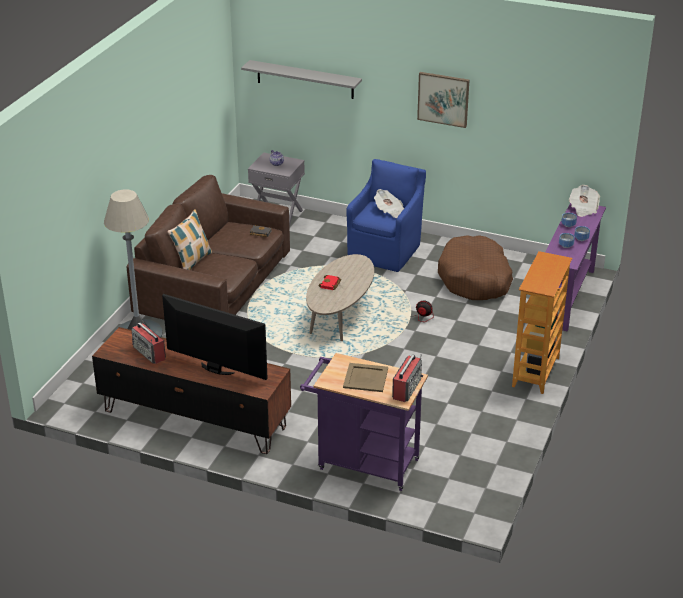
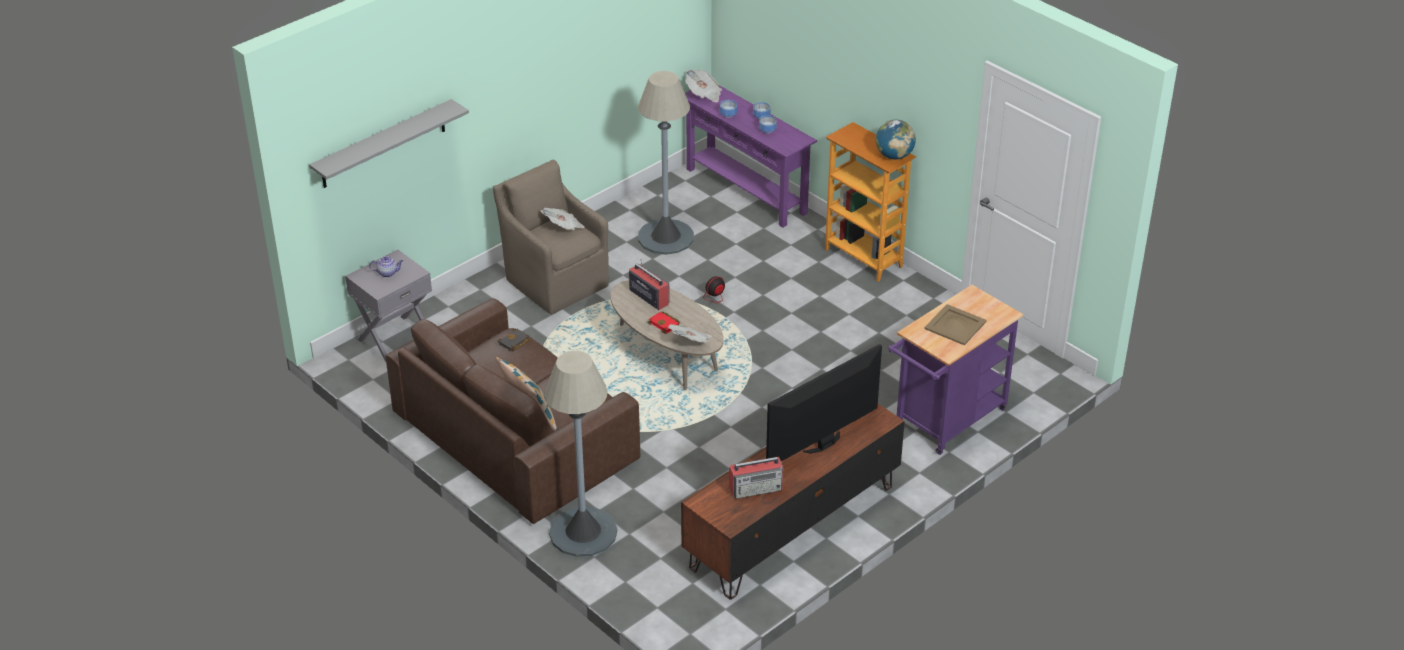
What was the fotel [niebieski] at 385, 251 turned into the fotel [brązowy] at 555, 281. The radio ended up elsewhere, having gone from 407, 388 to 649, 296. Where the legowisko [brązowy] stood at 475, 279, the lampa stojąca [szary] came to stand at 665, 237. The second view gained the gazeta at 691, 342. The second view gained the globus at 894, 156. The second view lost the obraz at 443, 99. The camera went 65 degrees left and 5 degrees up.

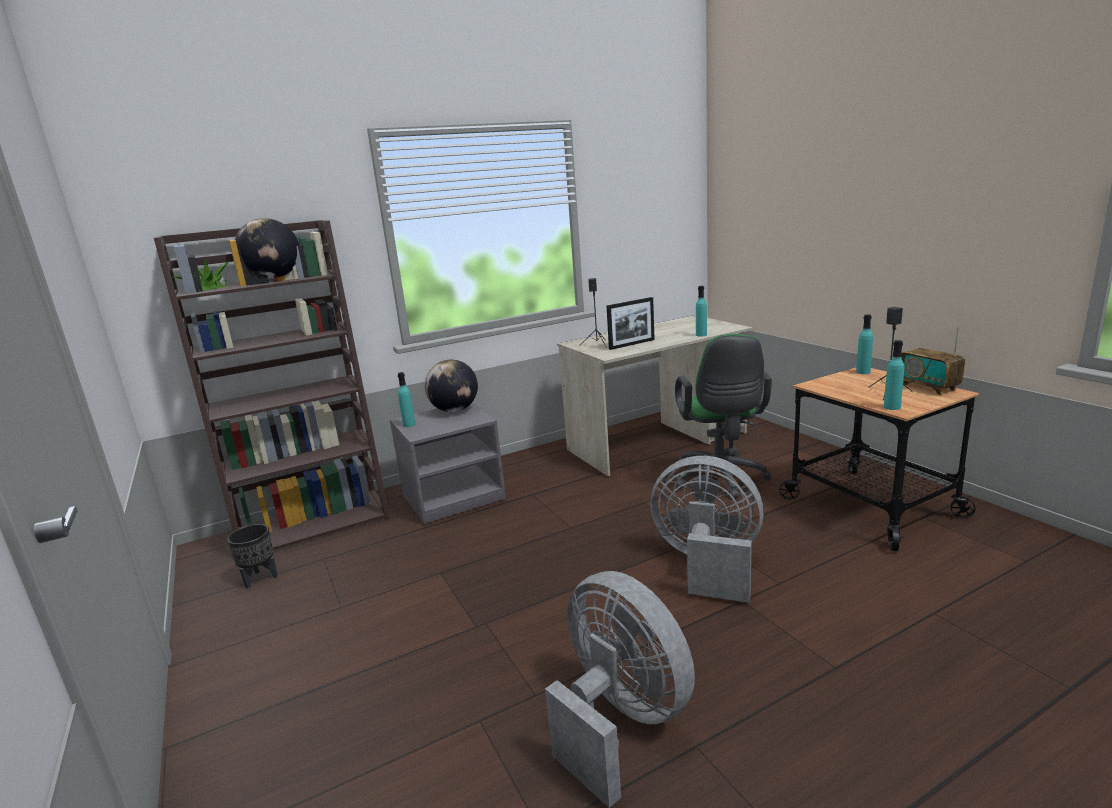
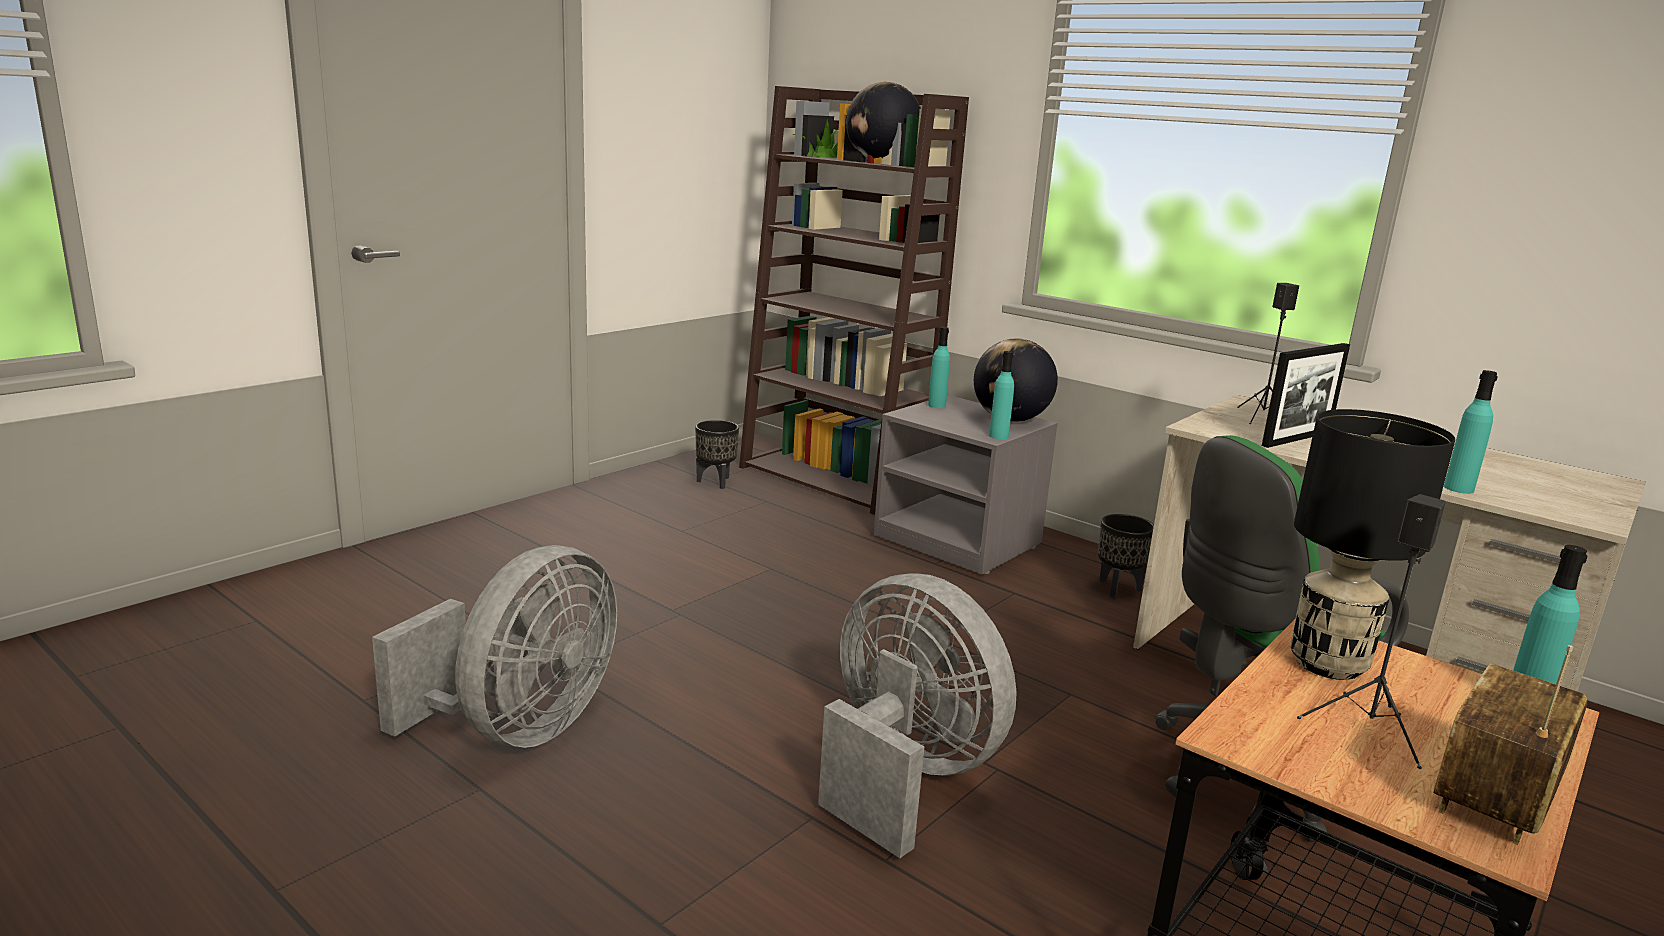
The wentylator [szary] at 707, 565 ended up facing another way, 45 degrees counterclockwise from before. The butelka [turkusowy] ended up elsewhere, having gone from 892, 407 to 998, 436. The second view gained the donica [czarny] at 1117, 589. The ramka na zdjęcie at 632, 344 ended up facing another way, 75 degrees counterclockwise from before. The second view gained the lampa stołowa [czarny] at 1327, 664. The camera went 65 degrees right and 0 degrees up.

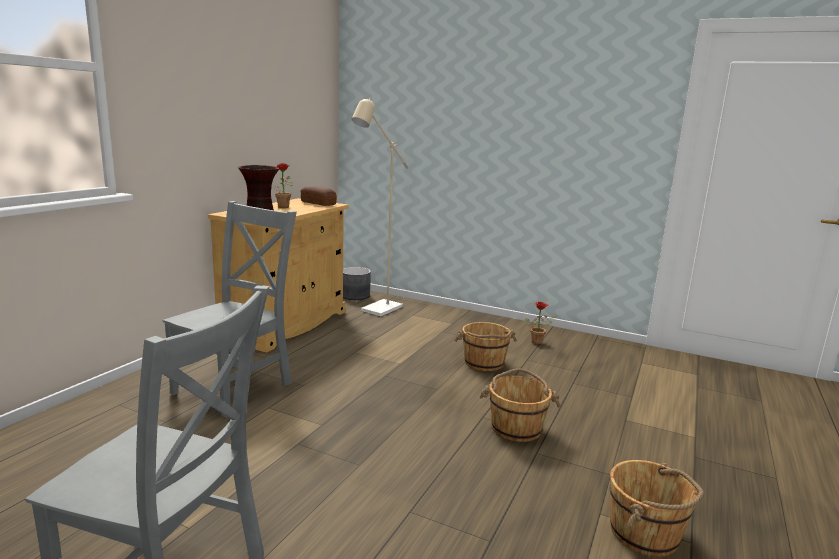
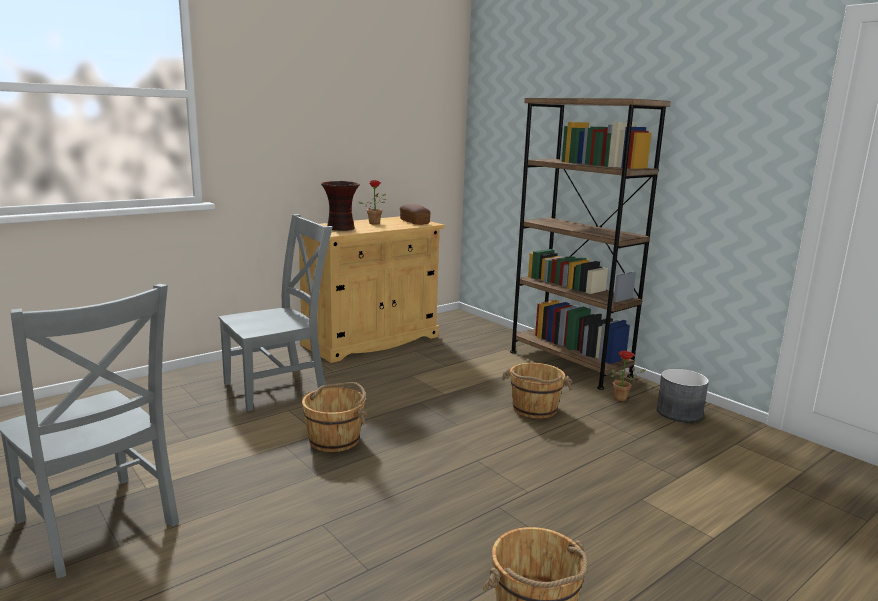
The wiadro [brązowy] ended up elsewhere, having gone from 516, 427 to 335, 439. The second view gained the regał [brązowy] at 569, 364. The donica [szary] ended up elsewhere, having gone from 355, 296 to 679, 413. The second view lost the lampa stojąca [beżowy] at 377, 311. The camera went 25 degrees right and 0 degrees up.

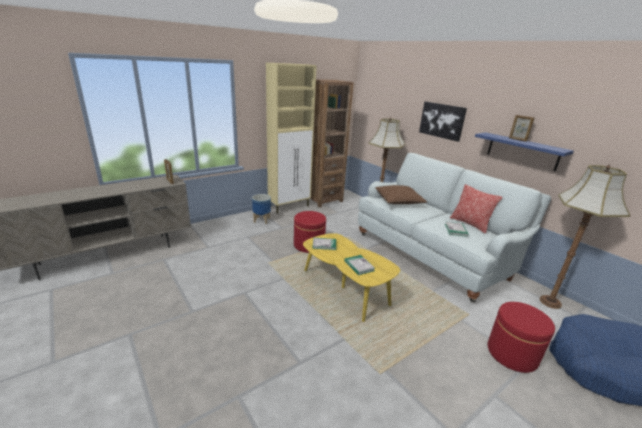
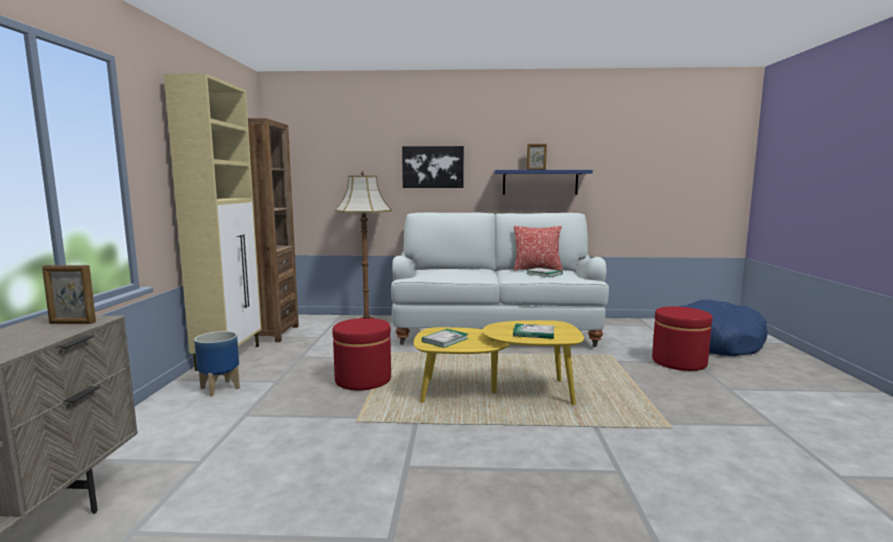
The second view lost the poduszka [brązowy] at 398, 201. The second view lost the lampa stojąca at 550, 302. The camera went 50 degrees left and 15 degrees down.

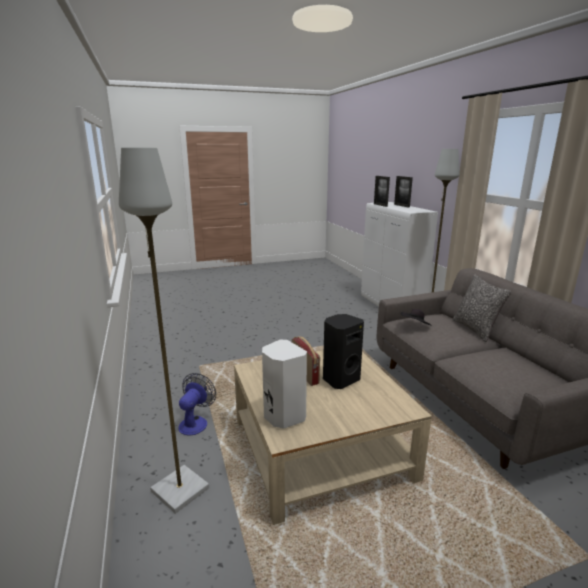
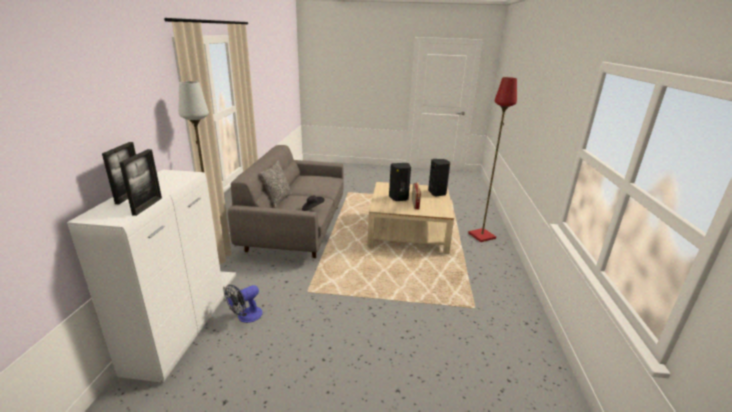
The wentylator ended up elsewhere, having gone from 195, 422 to 246, 317. What was the głośnik [biały] at 283, 417 turned into the głośnik [czarny] at 437, 193. What was the lampa stojąca [szary] at 179, 490 turned into the lampa stojąca [czerwony] at 482, 236. The camera went 155 degrees left and 5 degrees up.

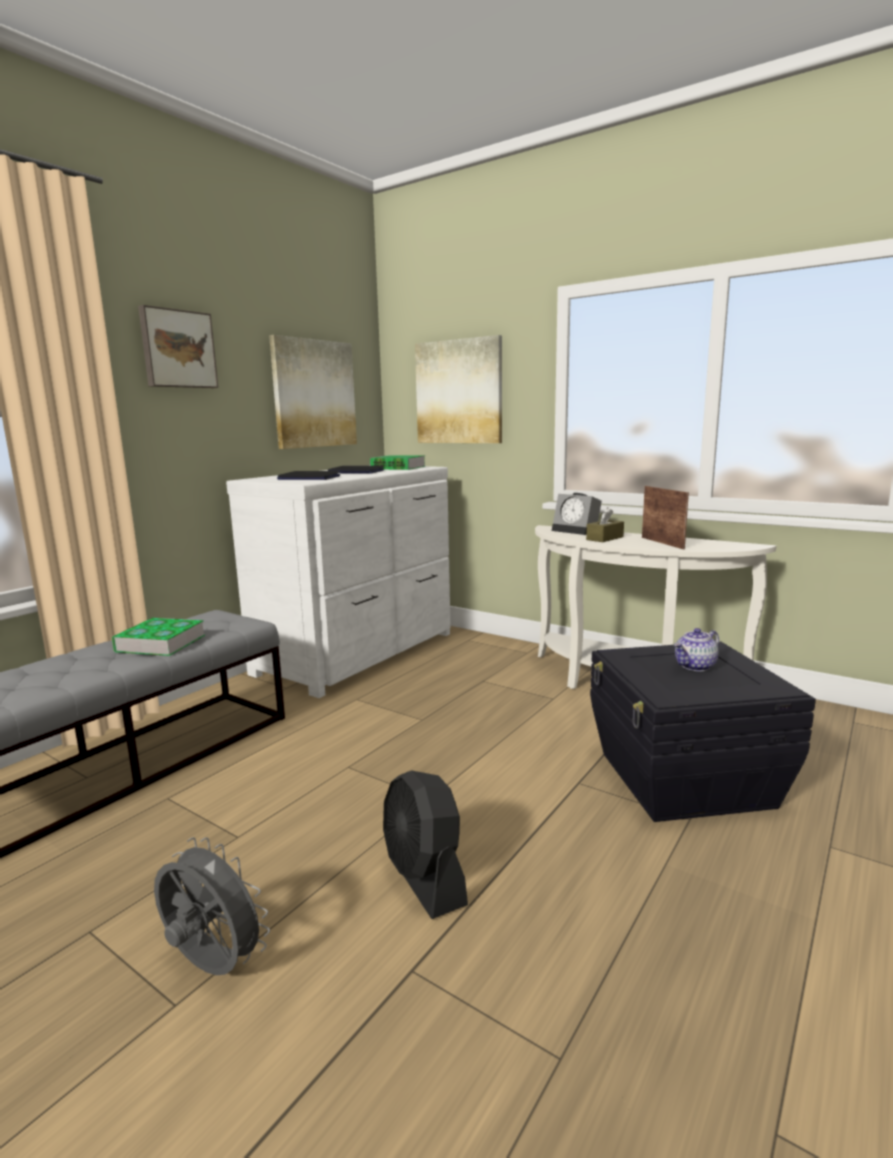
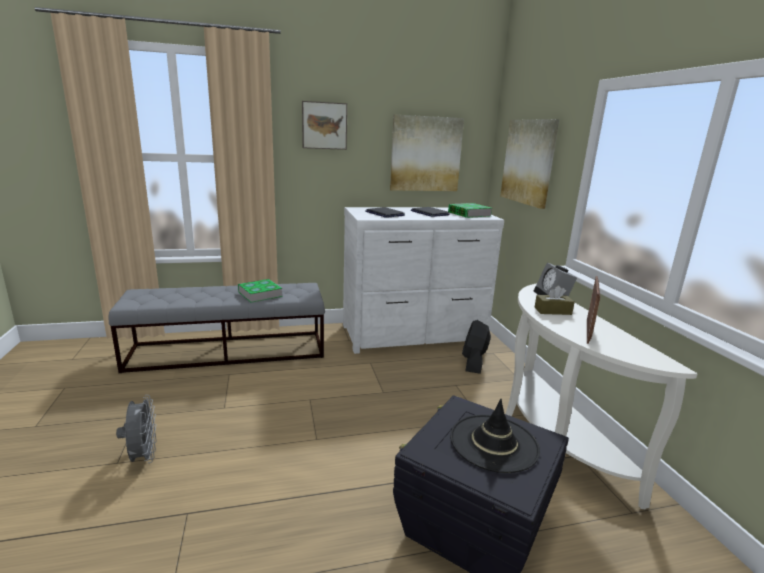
Where the imbryk stood at 695, 666, the kapelusz [czarny] came to stand at 494, 443. The wentylator [czarny] ended up elsewhere, having gone from 424, 877 to 473, 362. The camera went 40 degrees right and 5 degrees up.

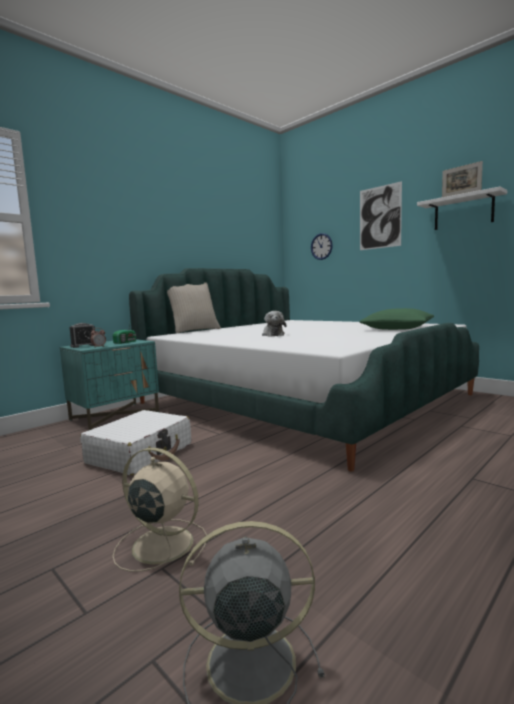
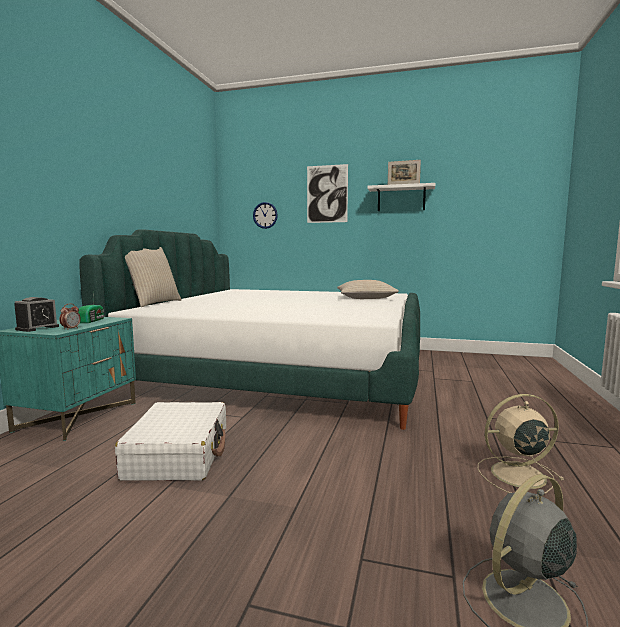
What was the poduszka [zielony] at 397, 328 turned into the poduszka [beżowy] at 366, 298. The wentylator [beżowy] ended up elsewhere, having gone from 160, 544 to 515, 475. The second view lost the pluszak at 273, 335. The camera went 30 degrees left and 0 degrees up.

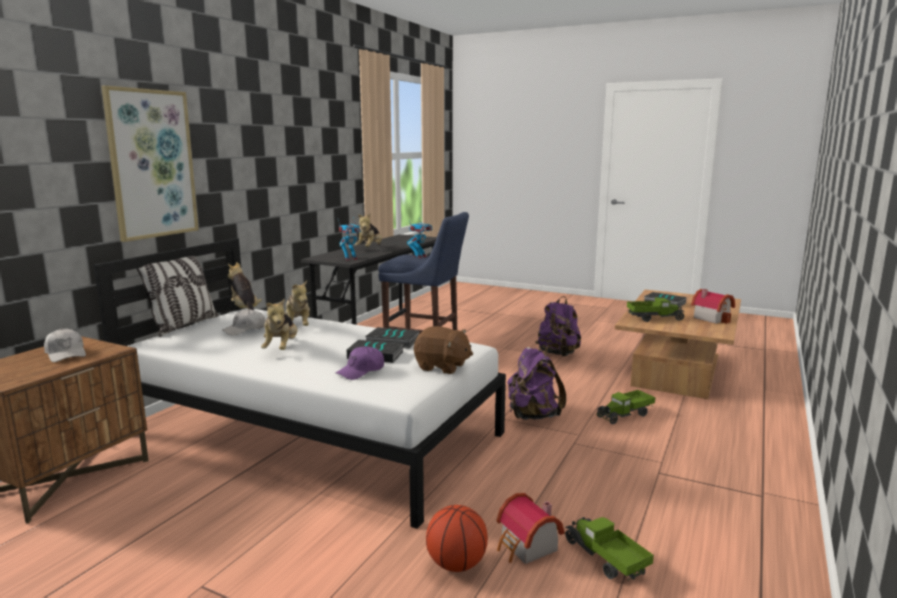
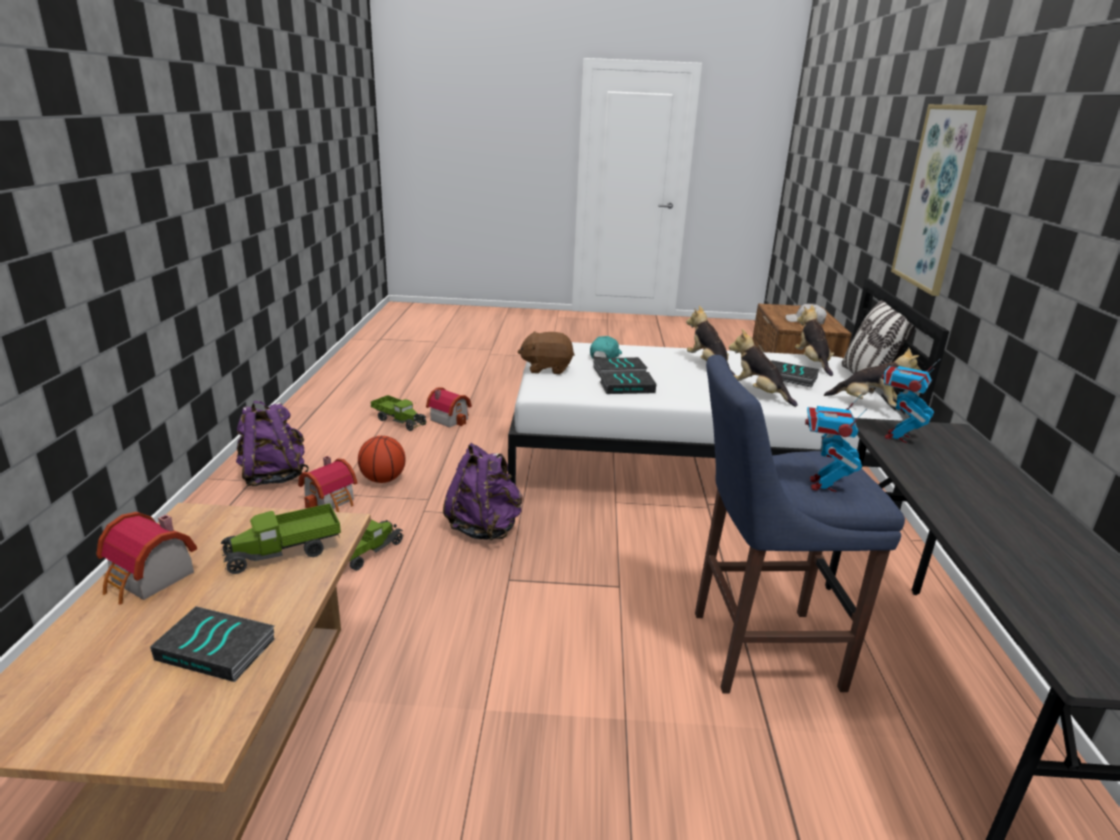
The plecak [fioletowy] ended up elsewhere, having gone from 558, 354 to 274, 477. The second view gained the domek at 332, 500. The piłka do koszykówki ended up elsewhere, having gone from 456, 564 to 383, 479. What was the czapka z daszkiem [fioletowy] at 361, 371 turned into the czapka z daszkiem [turkusowy] at 605, 355. Where the czapka z daszkiem [biały] stood at 245, 330, the książka came to stand at 789, 378. The pluszak ended up elsewhere, having gone from 370, 248 to 812, 363. The camera went 155 degrees right and 10 degrees up.

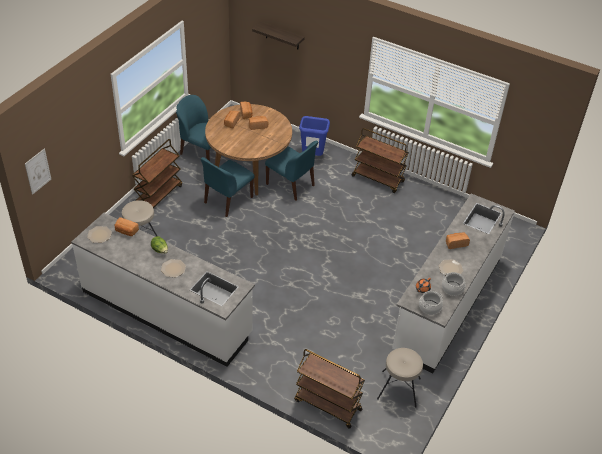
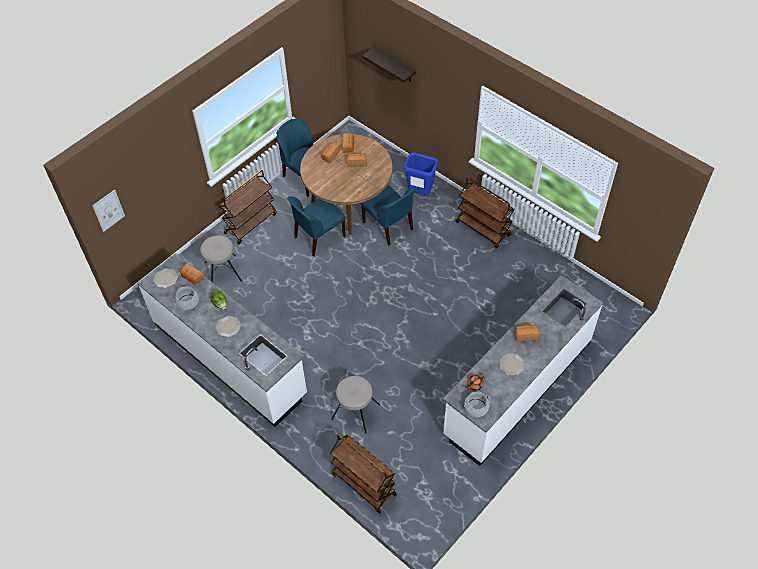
The garnek ended up elsewhere, having gone from 452, 288 to 188, 302. The stołek [beżowy] ended up elsewhere, having gone from 399, 389 to 355, 412. The camera went 15 degrees right and 10 degrees up.

